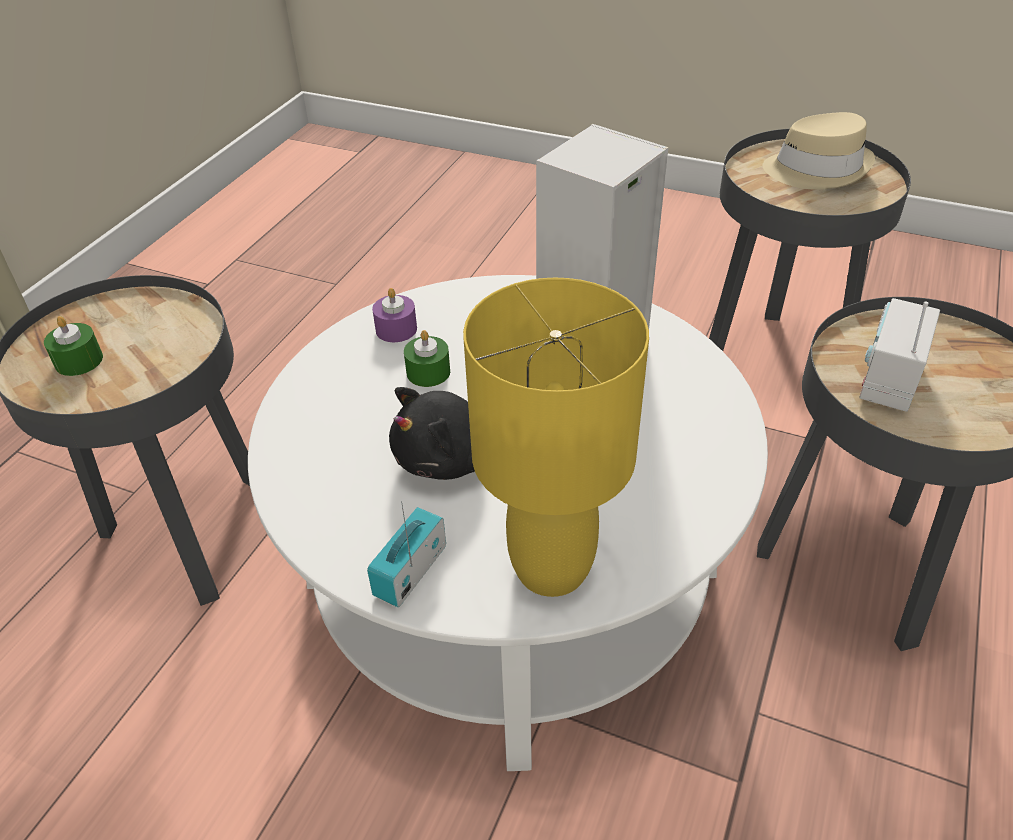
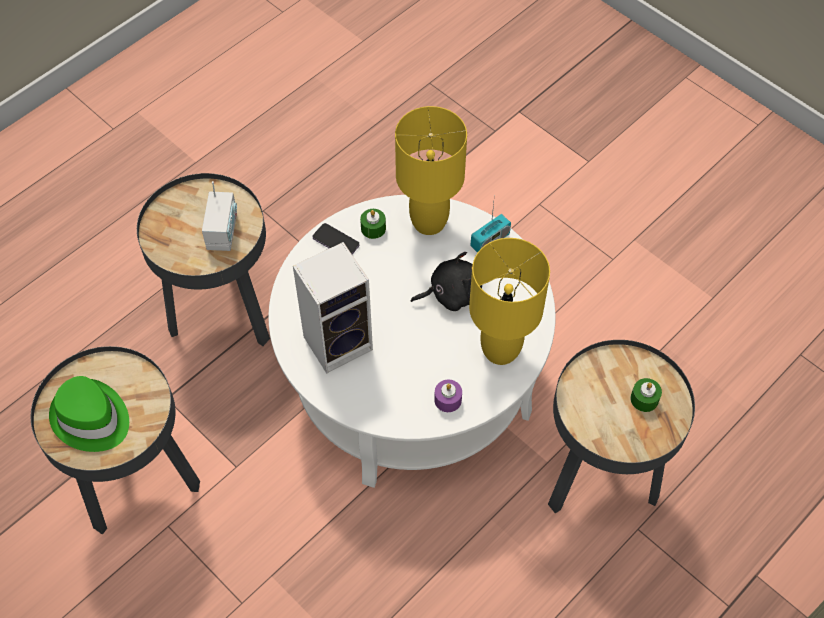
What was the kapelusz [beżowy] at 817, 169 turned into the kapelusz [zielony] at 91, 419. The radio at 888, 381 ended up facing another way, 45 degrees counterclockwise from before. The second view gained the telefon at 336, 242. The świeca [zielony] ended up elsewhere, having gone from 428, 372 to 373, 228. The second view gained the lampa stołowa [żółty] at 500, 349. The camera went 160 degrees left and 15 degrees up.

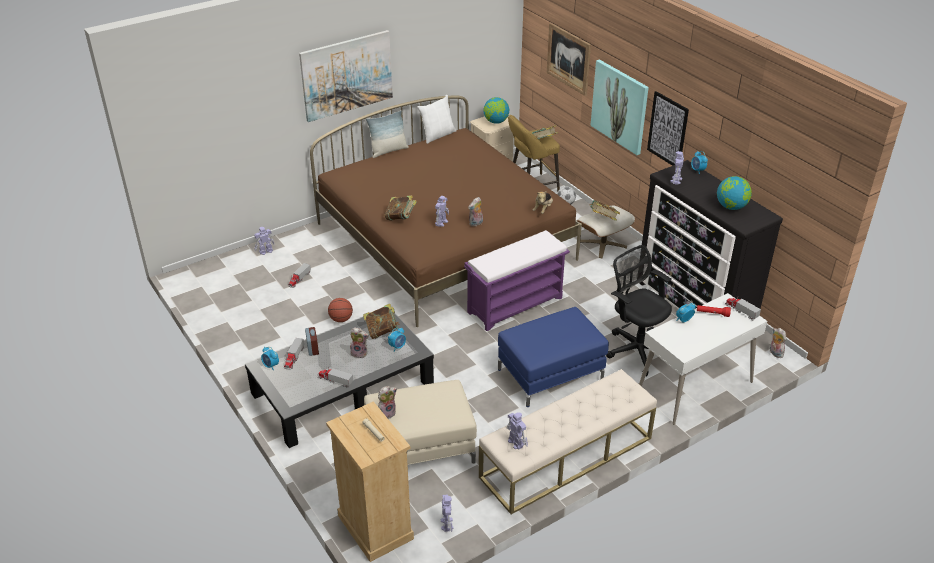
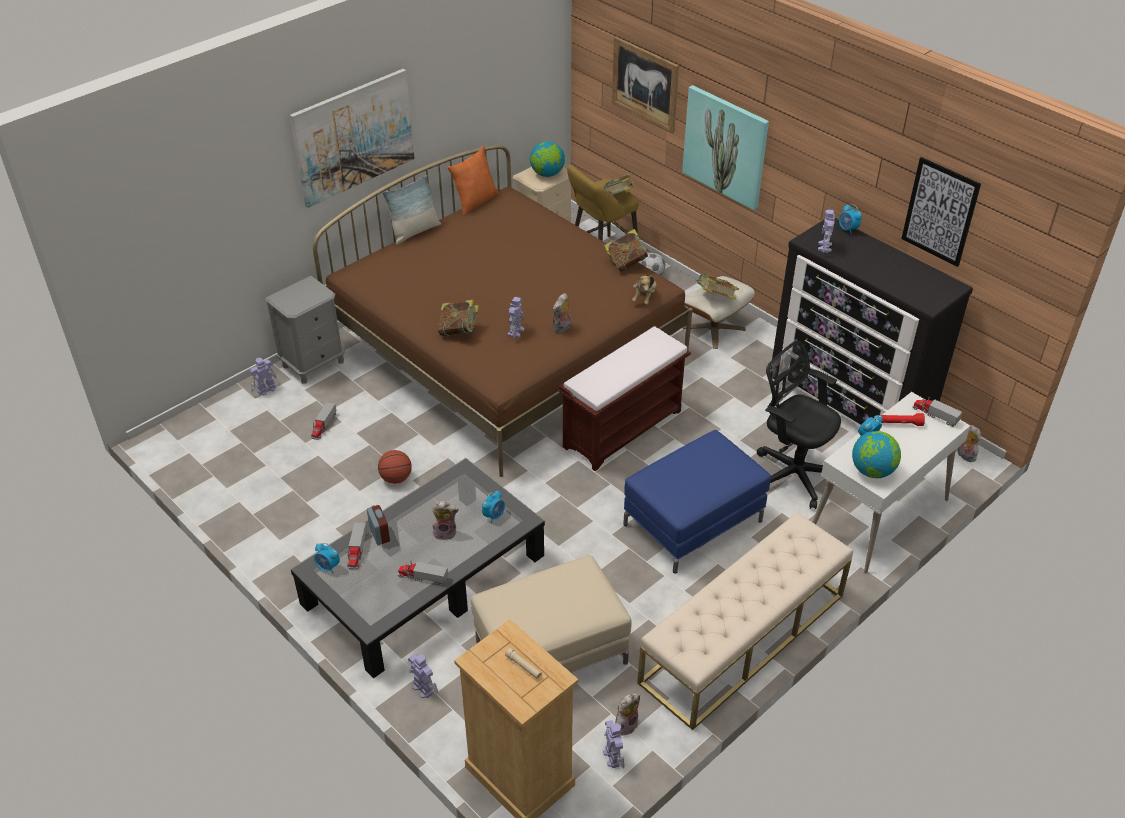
The second view gained the szafka nocna [szary] at 313, 363. The robot zabawkowy ended up elsewhere, having gone from 515, 442 to 423, 688. What was the poduszka [biały] at 437, 135 turned into the poduszka [pomarańczowy] at 475, 201. What was the ławka [fioletowy] at 515, 304 turned into the ławka [brązowy] at 623, 428. The książka ended up elsewhere, having gone from 382, 331 to 626, 263. The pluszak ended up elsewhere, having gone from 387, 413 to 625, 724. The globus ended up elsewhere, having gone from 731, 207 to 872, 471. The obraz ended up elsewhere, having gone from 667, 130 to 940, 212. The camera went 10 degrees left and 5 degrees up.

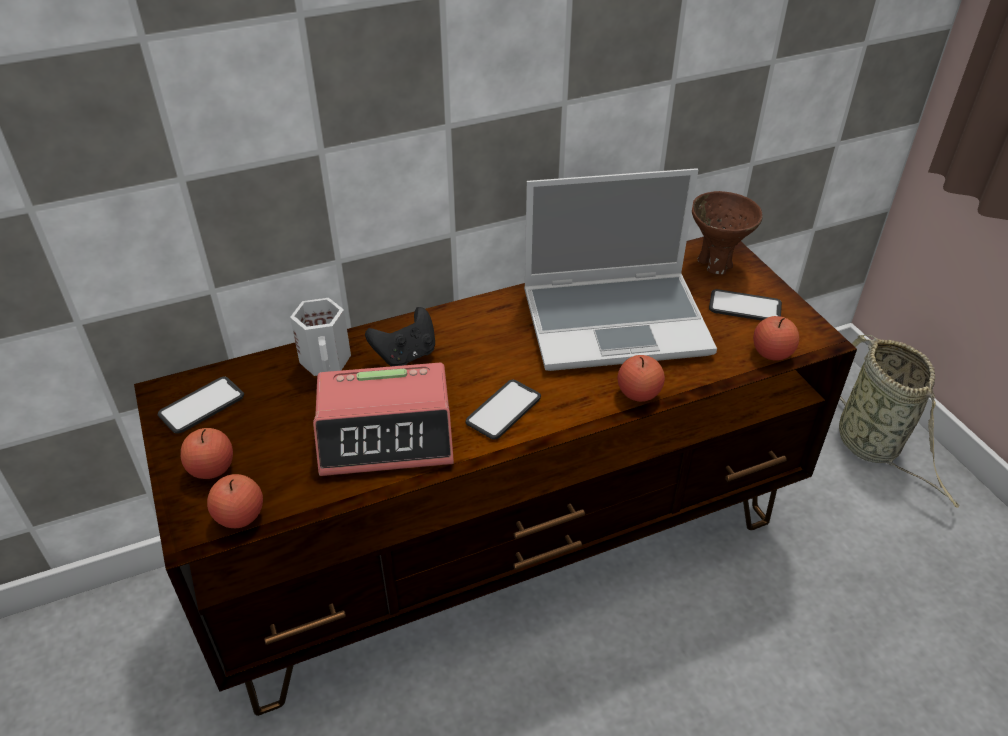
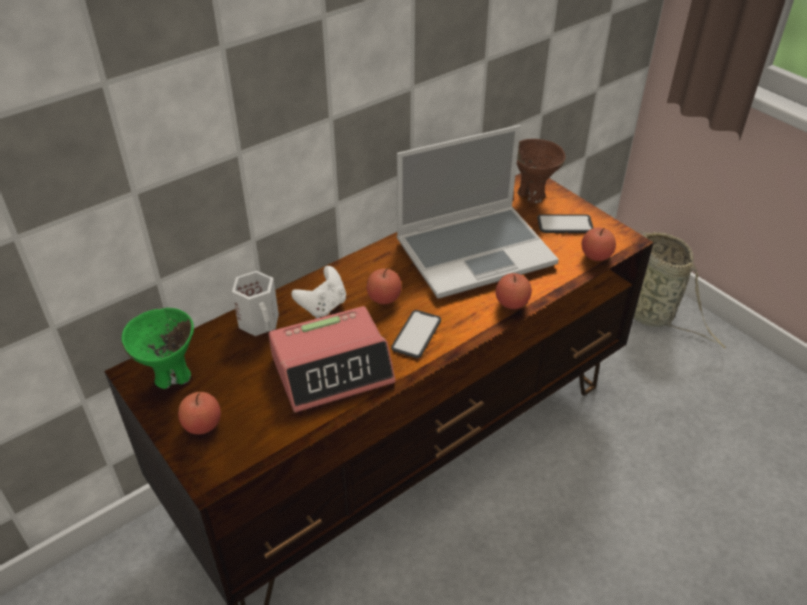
Where the telefon stood at 202, 406, the miska [zielony] came to stand at 171, 377. What was the pad do gier [czarny] at 406, 355 turned into the pad do gier [biały] at 323, 306. The jabłko ended up elsewhere, having gone from 240, 516 to 384, 298. The camera went 15 degrees left and 0 degrees up.

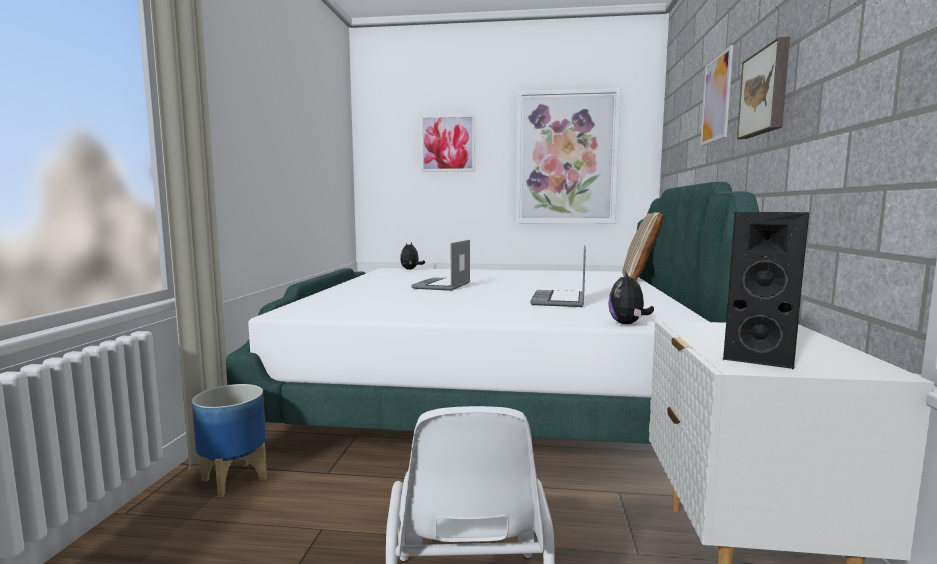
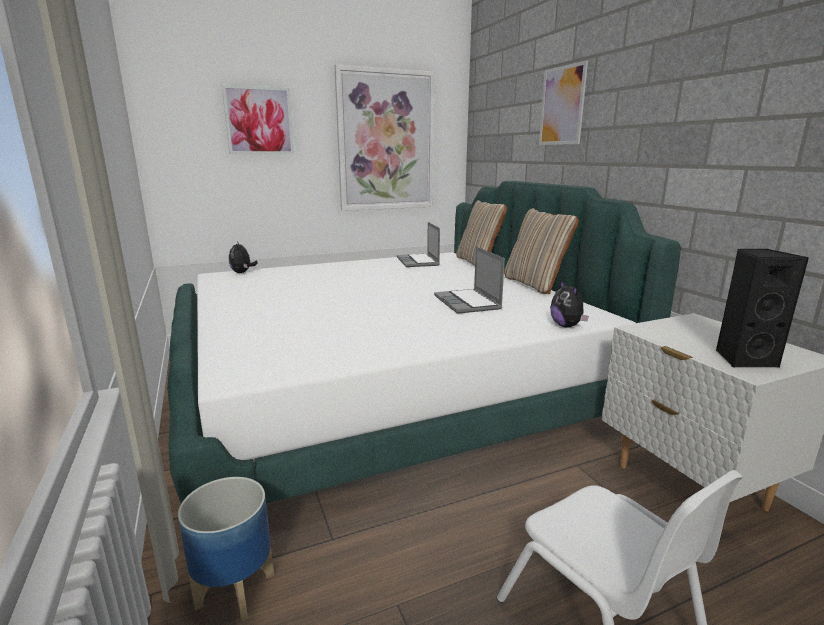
The laptop ended up elsewhere, having gone from 443, 286 to 418, 262. The second view gained the poduszka [beżowy] at 535, 284. The second view lost the obraz at 766, 92. The camera went 30 degrees left and 10 degrees up.

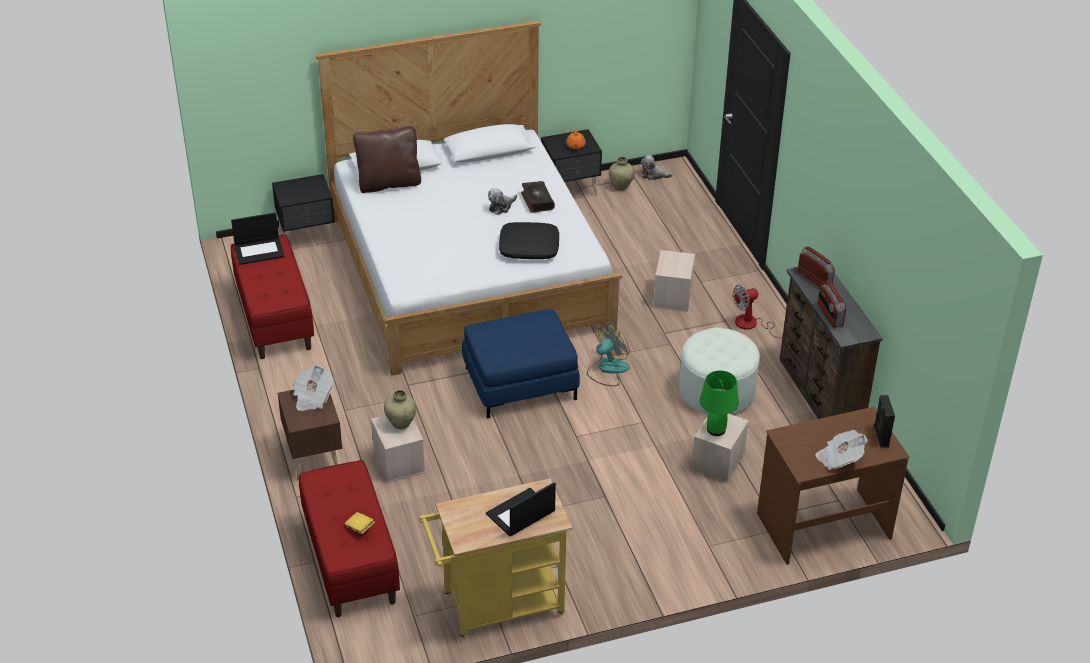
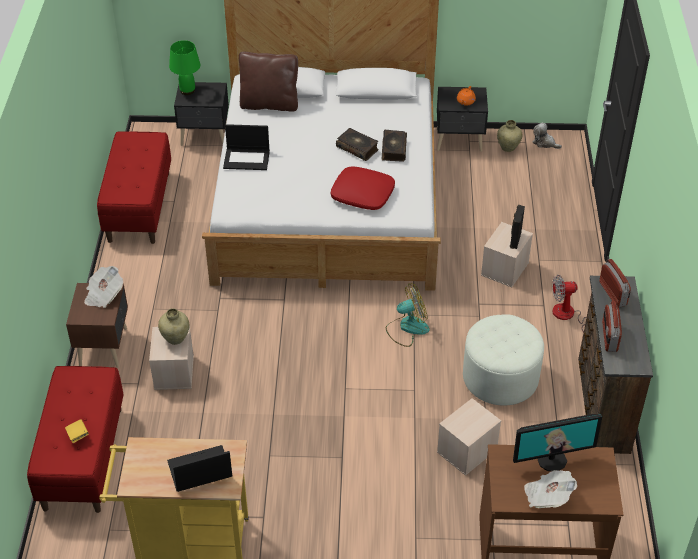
The lampa stołowa [zielony] ended up elsewhere, having gone from 716, 430 to 187, 91. The laptop ended up elsewhere, having gone from 259, 251 to 247, 159. What was the poduszka [czarny] at 529, 247 turned into the poduszka [czerwony] at 363, 194. Where the pluszak stood at 501, 207, the książka came to stand at 357, 148. The głośnik [czarny] ended up elsewhere, having gone from 880, 437 to 514, 240. The second view gained the monitor at 552, 460. The second view lost the pufa [niebieski] at 520, 383. The camera went 20 degrees right and 5 degrees up.

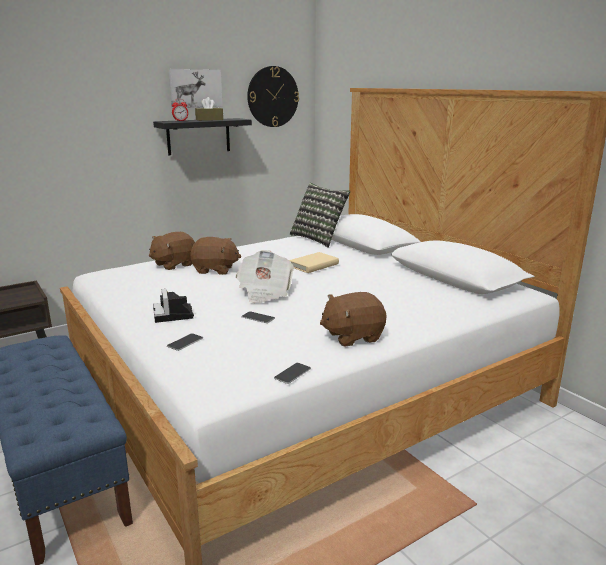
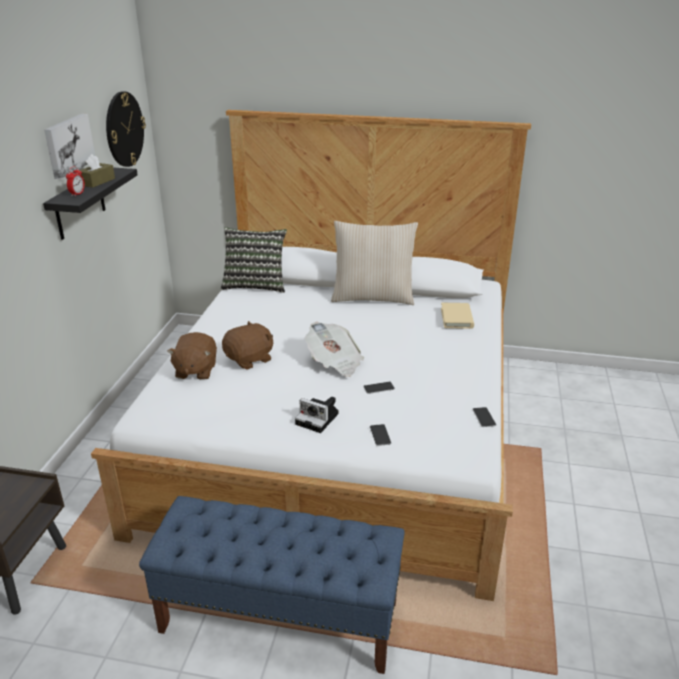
The second view gained the poduszka [beżowy] at 373, 297. The książka [beżowy] ended up elsewhere, having gone from 314, 265 to 456, 318. The second view lost the pluszak [brązowy] at 352, 336. The camera went 45 degrees left and 10 degrees up.

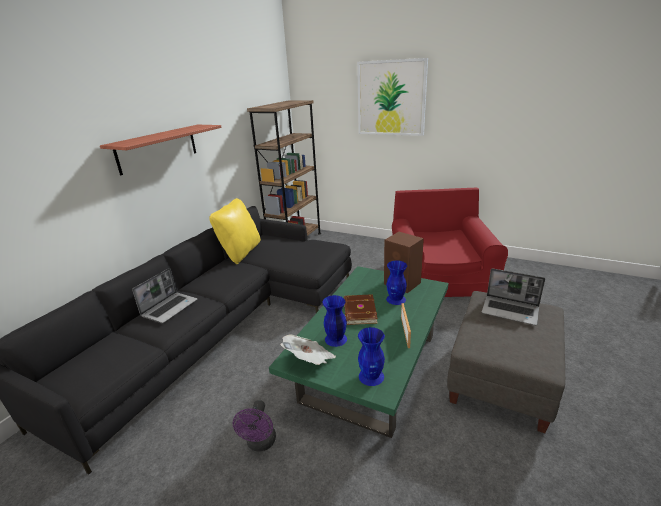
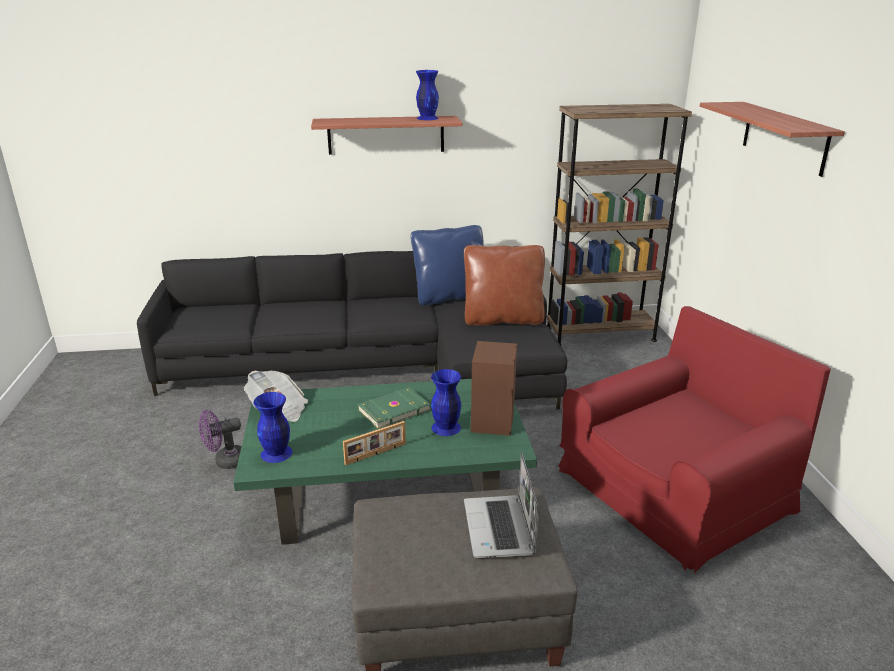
What was the książka [brązowy] at 359, 311 turned into the książka [zielony] at 393, 410. What was the poduszka [żółty] at 240, 253 turned into the poduszka [niebieski] at 450, 297. The wazon [niebieski] ended up elsewhere, having gone from 335, 339 to 427, 118. The second view gained the poduszka [brązowy] at 503, 319. Where the obraz hung at 391, 98, the półka came to hang at 784, 137. The second view lost the laptop at 170, 308. The camera went 55 degrees right and 0 degrees up.

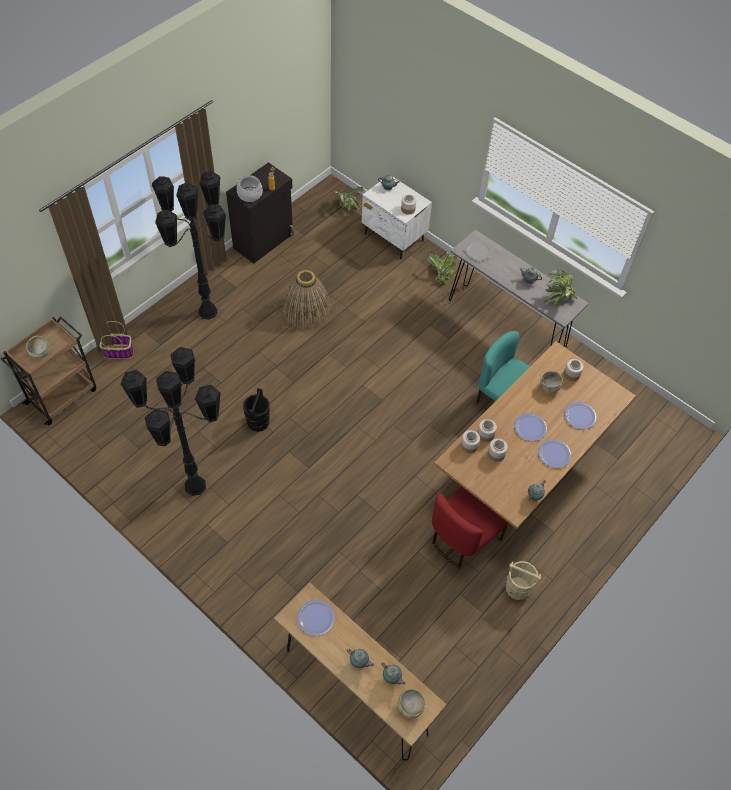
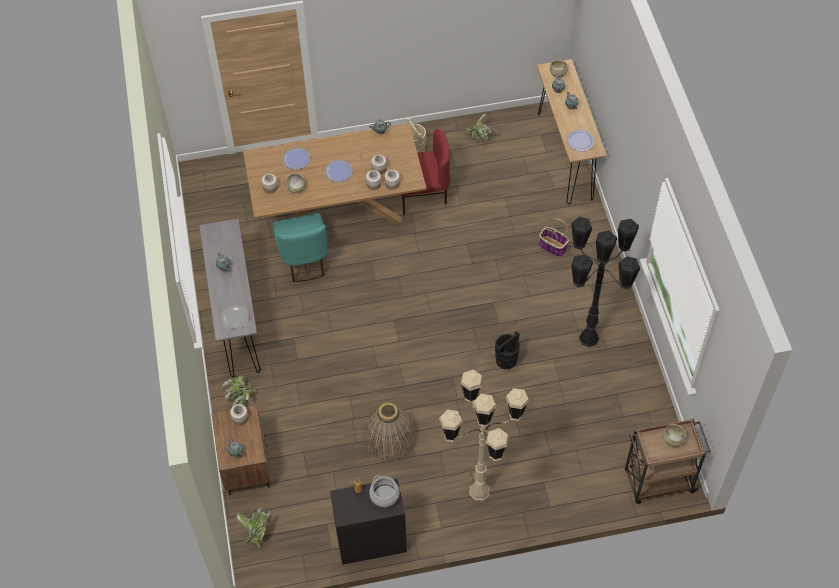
What was the szafka nocna [biały] at 394, 238 turned into the szafka nocna [brązowy] at 246, 466. What was the lampa stojąca [czarny] at 207, 311 turned into the lampa stojąca [beżowy] at 479, 491. The roślina doniczkowa ended up elsewhere, having gone from 558, 298 to 479, 137. The koszyk ended up elsewhere, having gone from 119, 352 to 552, 247. The second view lost the talerz at 554, 454. The camera went 140 degrees left and 0 degrees up.

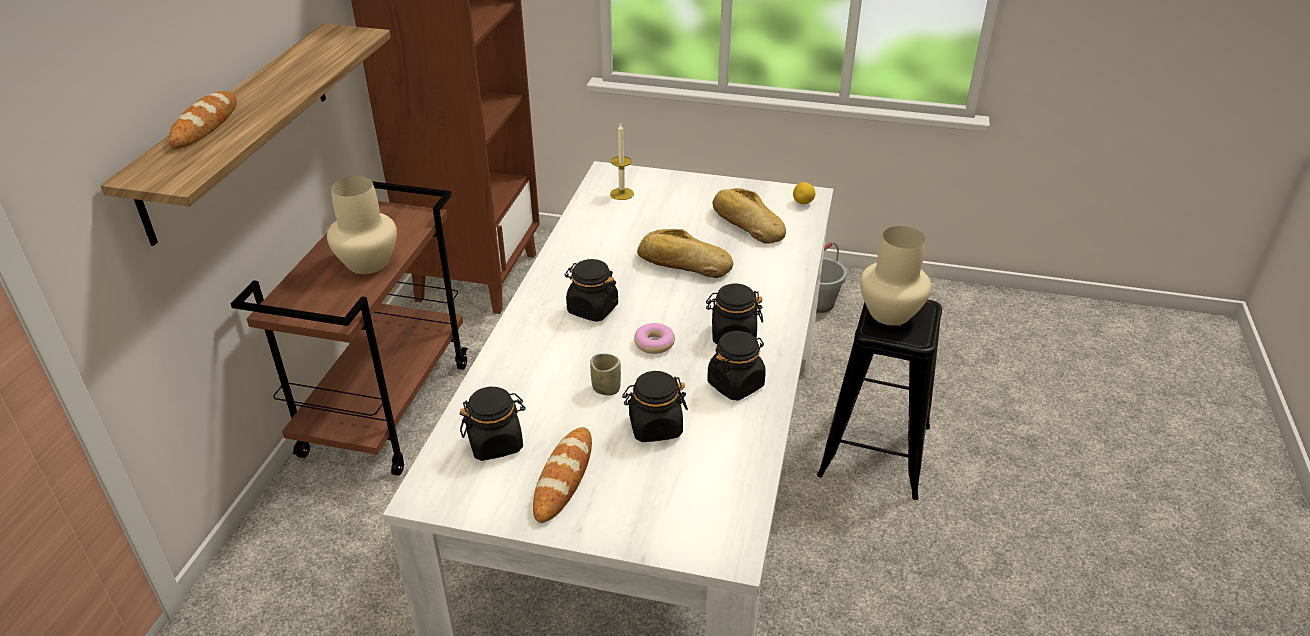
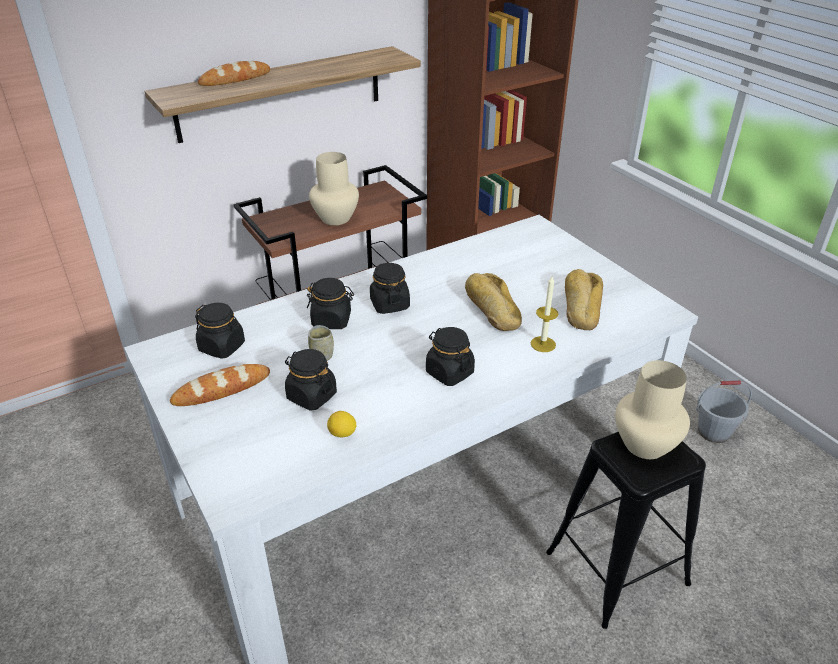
The słoik [czarny] ended up elsewhere, having gone from 735, 384 to 332, 320. The cytryna ended up elsewhere, having gone from 803, 203 to 342, 434. The świeca ended up elsewhere, having gone from 622, 194 to 543, 344. The second view lost the donut at 654, 343. The camera went 45 degrees right and 0 degrees up.

